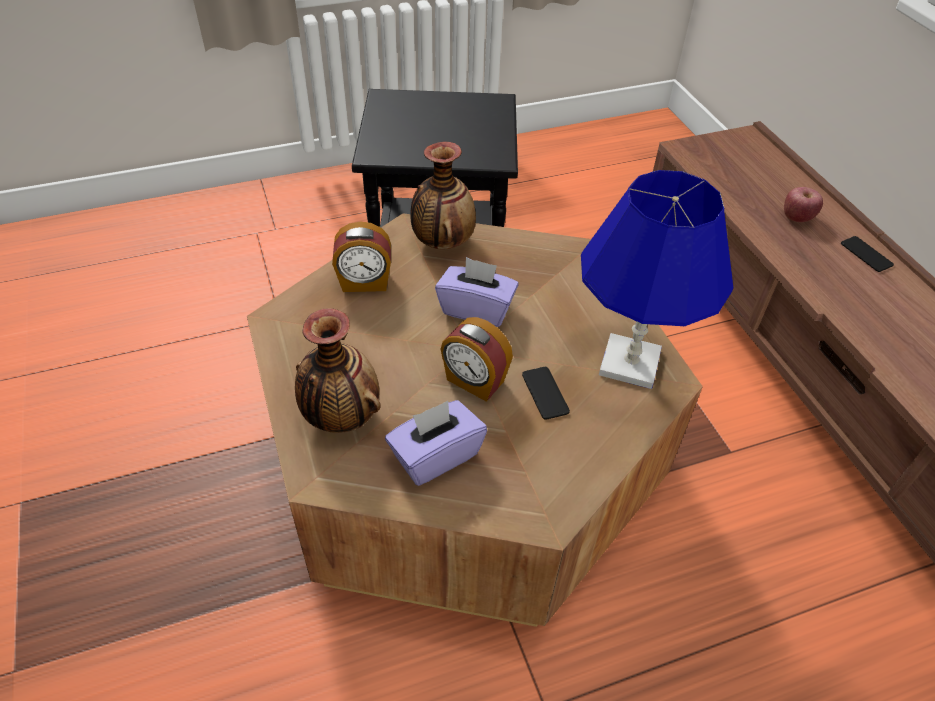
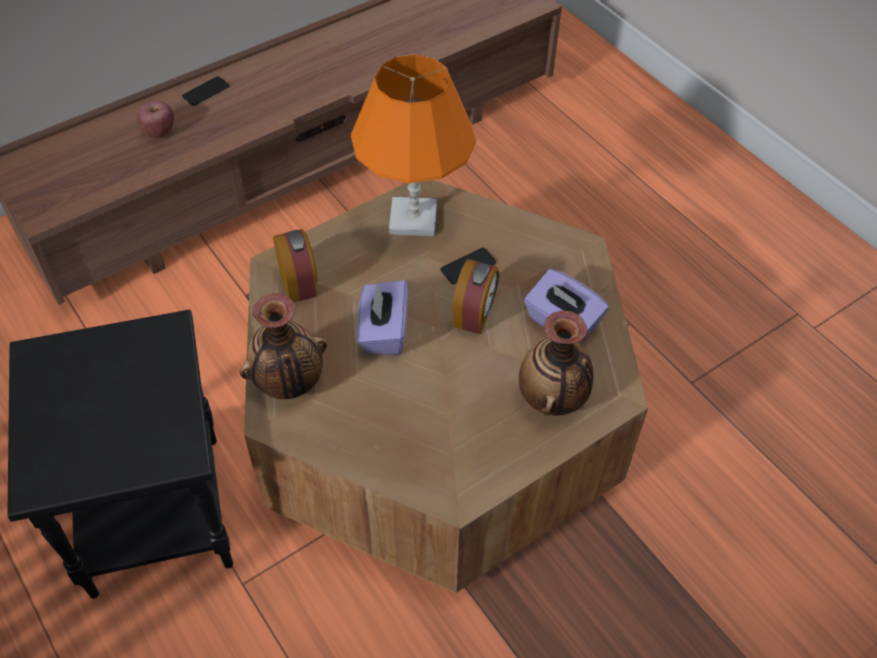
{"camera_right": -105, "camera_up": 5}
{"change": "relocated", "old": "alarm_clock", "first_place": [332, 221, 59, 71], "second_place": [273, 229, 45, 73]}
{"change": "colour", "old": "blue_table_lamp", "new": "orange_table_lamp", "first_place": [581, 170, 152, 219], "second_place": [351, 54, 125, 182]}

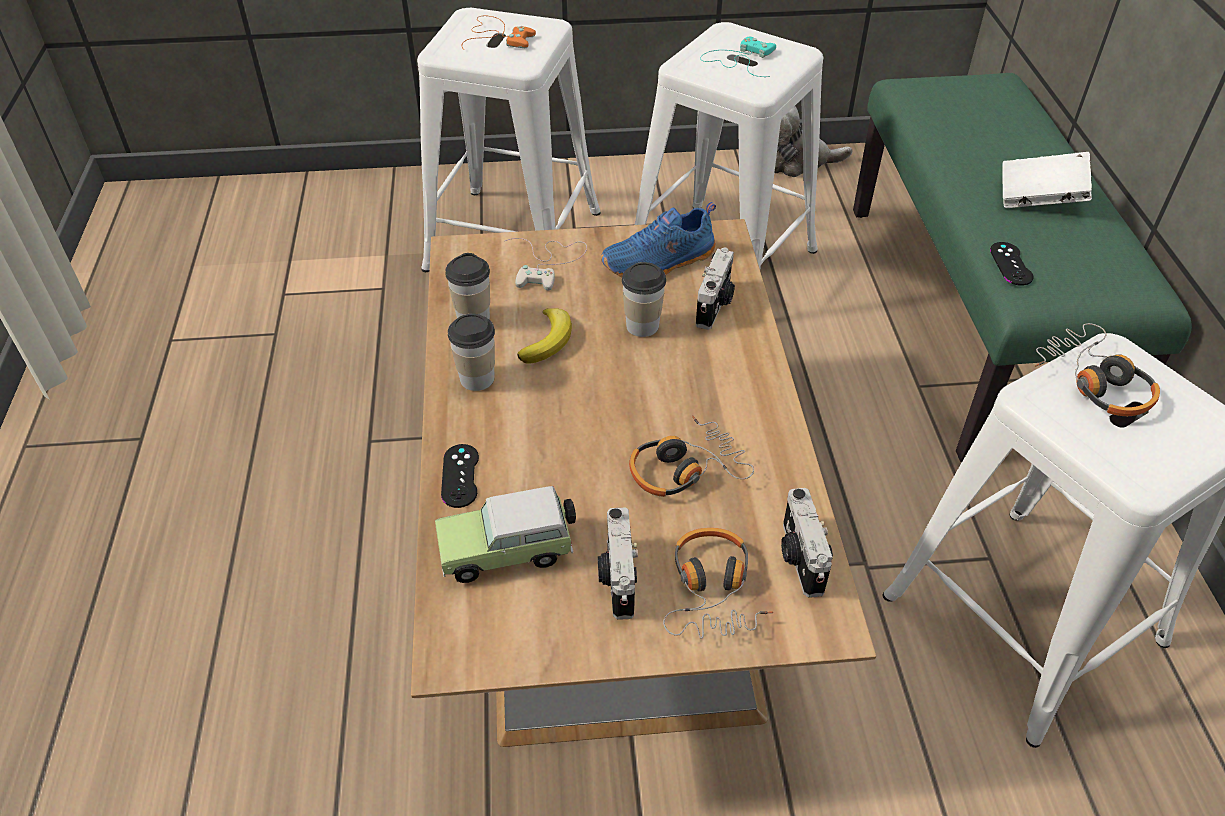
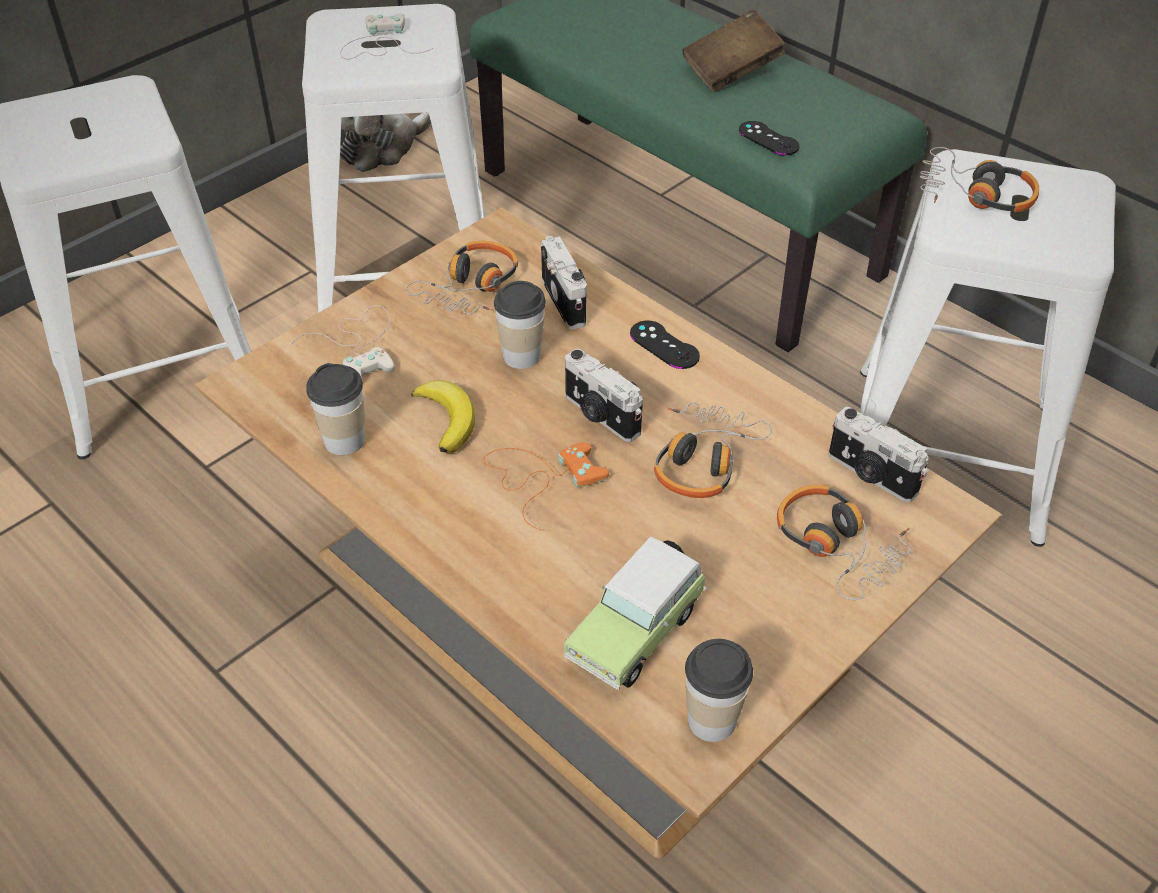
{"camera_right": -40, "camera_up": 0}
{"change": "relocated", "old": "black_game_controller", "first_place": [441, 444, 38, 64], "second_place": [630, 320, 70, 49]}
{"change": "relocated", "old": "cup", "first_place": [448, 314, 47, 77], "second_place": [685, 639, 68, 103]}
{"change": "relocated", "old": "orange_game_controller", "first_place": [462, 16, 74, 34], "second_place": [483, 443, 126, 88]}
{"change": "relocated", "old": "photo_camera", "first_place": [598, 508, 40, 112], "second_place": [565, 349, 78, 93]}
{"change": "exchanged", "old": "blue_shoe", "new": "headphones", "first_place": [601, 202, 115, 76], "second_place": [406, 241, 112, 74]}
{"change": "colour", "old": "turquoise_game_controller", "new": "white_game_controller", "first_place": [700, 37, 76, 40], "second_place": [340, 14, 93, 45]}
{"change": "colour", "old": "white_book", "new": "brown_book", "first_place": [1003, 152, 89, 56], "second_place": [682, 9, 103, 83]}

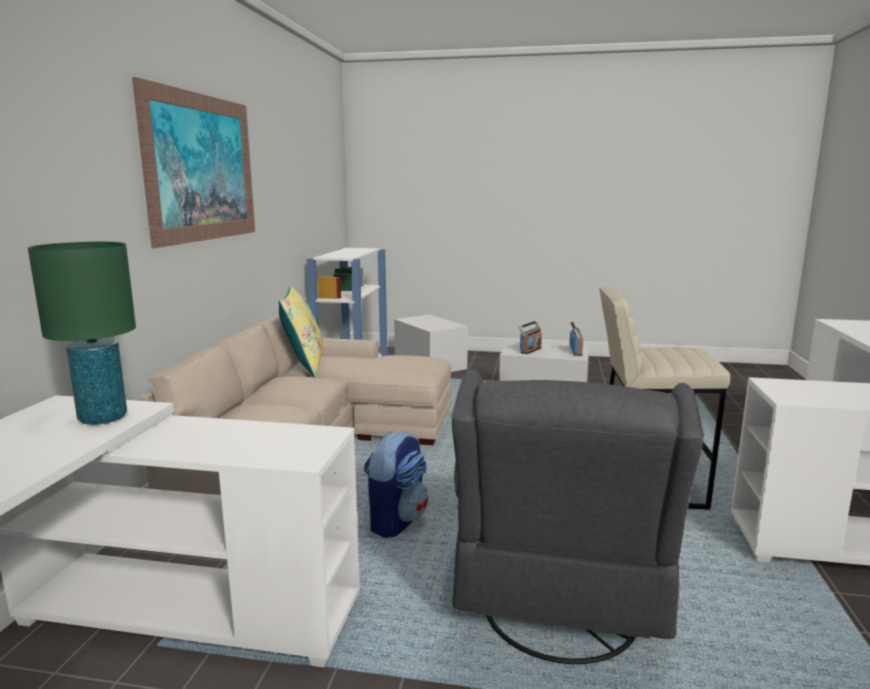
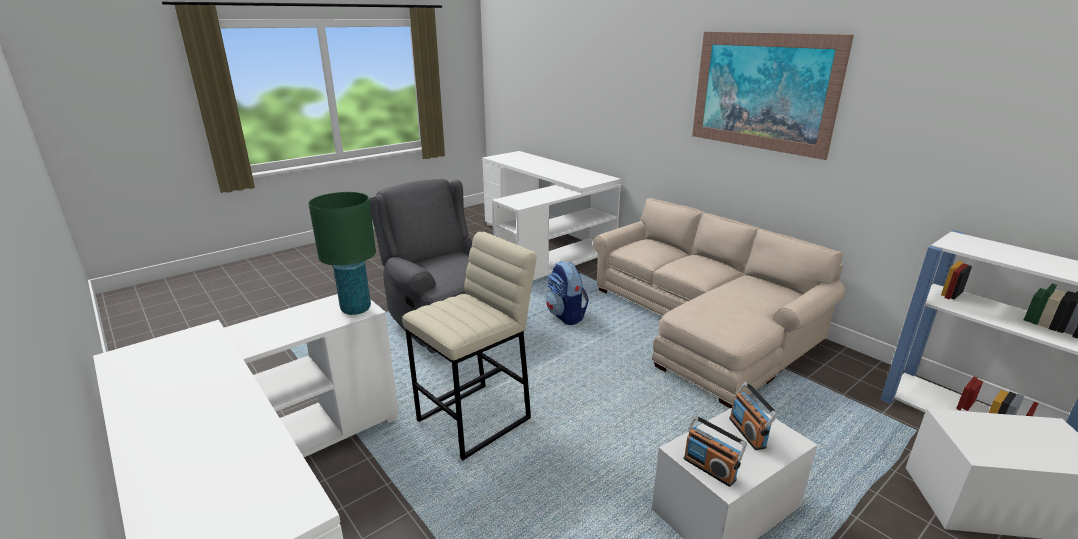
{"camera_right": 130, "camera_up": 10}
{"change": "missing", "old": "yellow_pillow", "first_place": [279, 286, 44, 91]}
{"change": "relocated", "old": "green_table_lamp", "first_place": [28, 242, 108, 183], "second_place": [308, 192, 68, 123]}

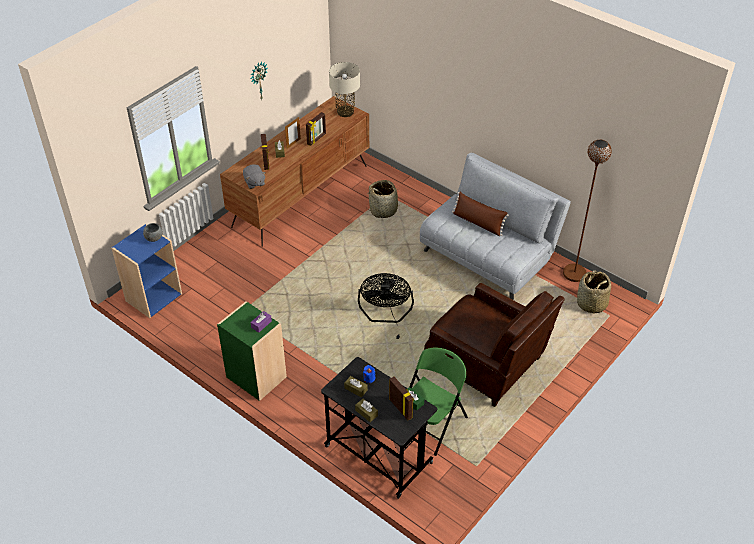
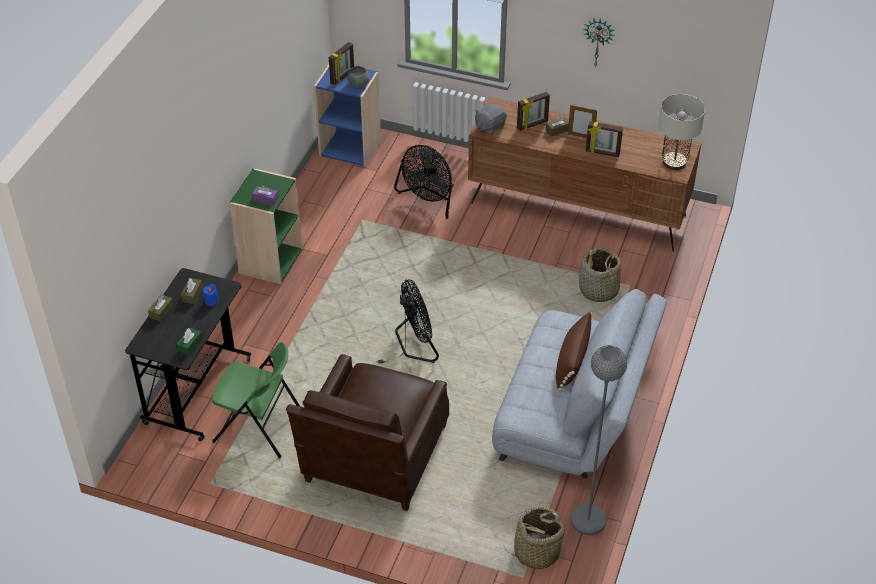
{"camera_right": 70, "camera_up": 0}
{"change": "appeared", "new": "black_fan", "second_place": [394, 145, 60, 74]}
{"change": "relocated", "old": "picture_frame", "first_place": [389, 377, 25, 43], "second_place": [329, 42, 25, 43]}
{"change": "colour", "old": "brown_floor_lamp", "new": "grey_floor_lamp", "first_place": [563, 139, 49, 143], "second_place": [571, 345, 56, 190]}

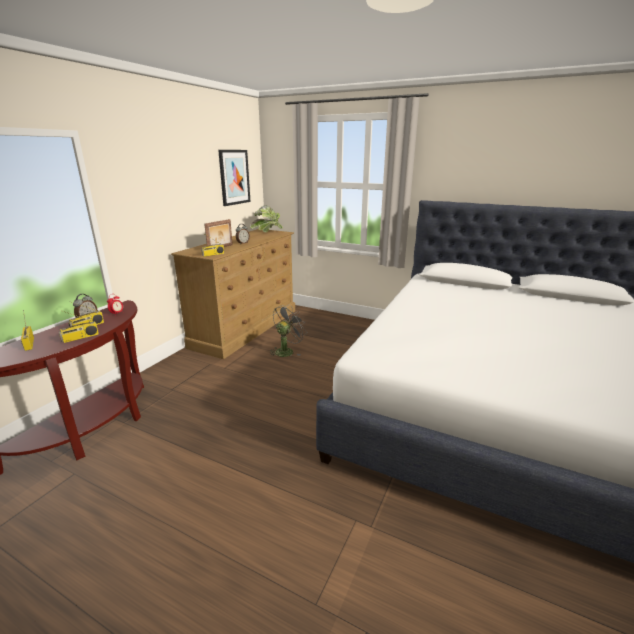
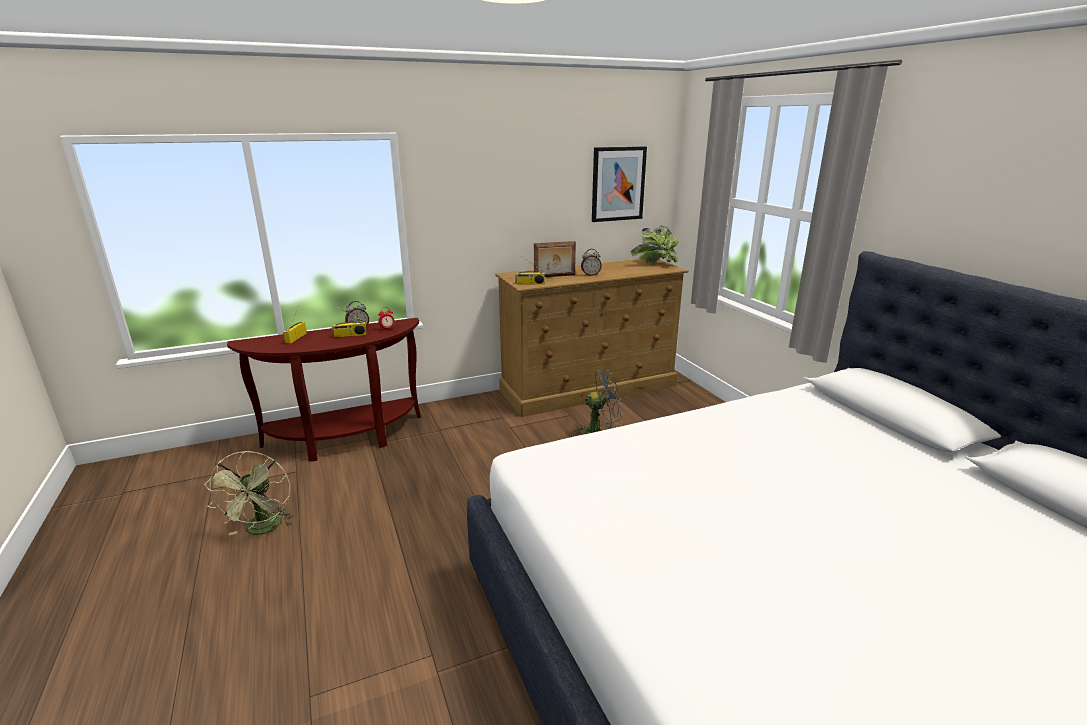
{"camera_right": 40, "camera_up": 0}
{"change": "missing", "old": "radio", "first_place": [59, 311, 40, 32]}
{"change": "appeared", "new": "green_fan", "second_place": [204, 451, 90, 84]}

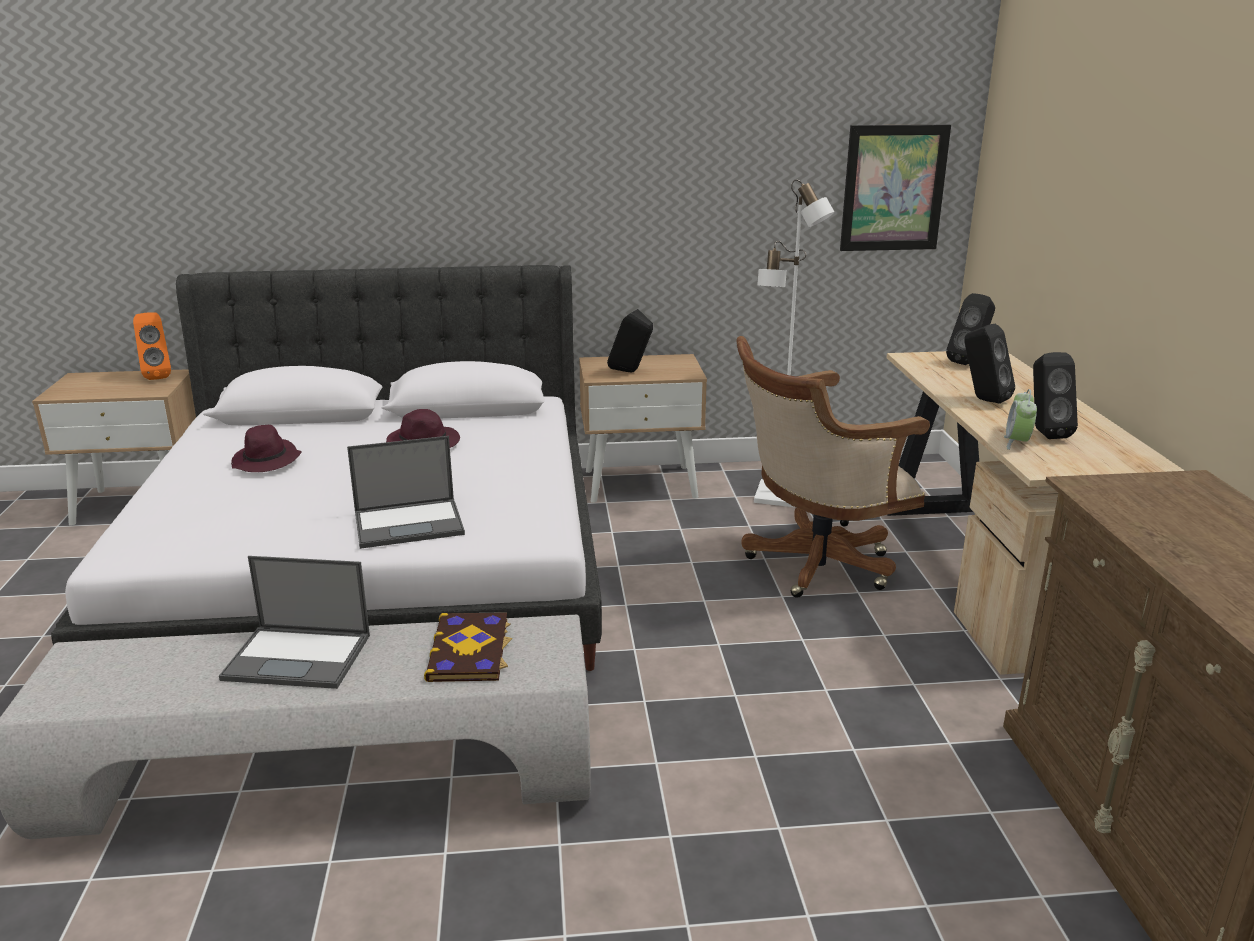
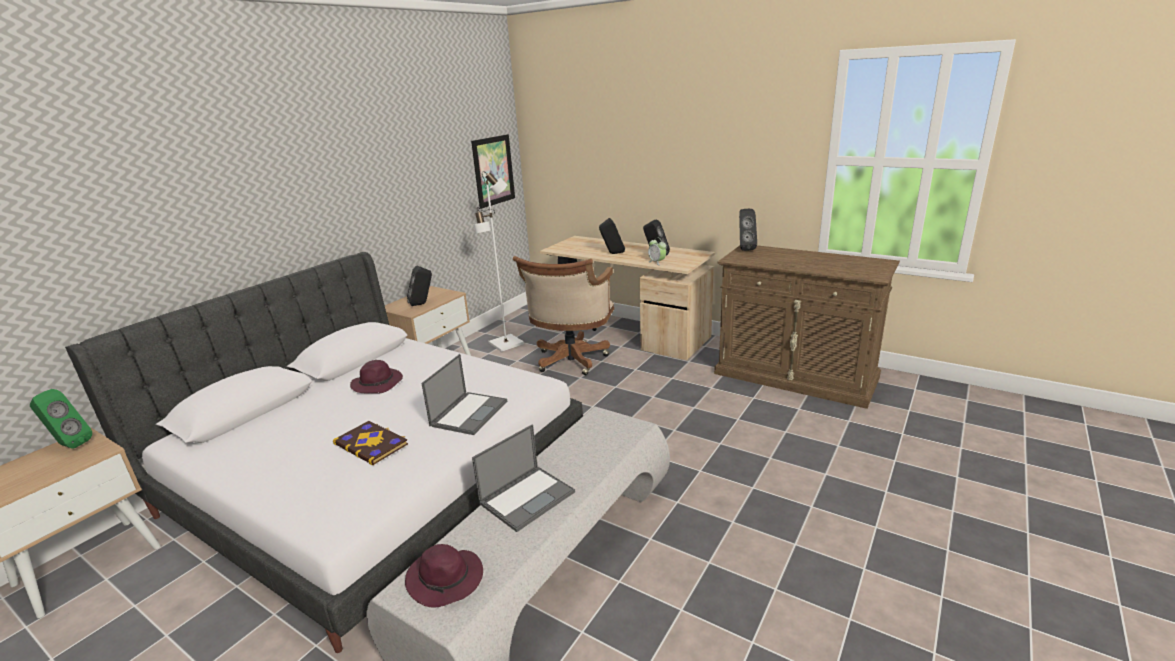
{"camera_right": -50, "camera_up": 0}
{"change": "relocated", "old": "purple_hat", "first_place": [231, 425, 71, 47], "second_place": [405, 544, 78, 63]}
{"change": "relocated", "old": "book", "first_place": [424, 612, 88, 70], "second_place": [333, 421, 75, 44]}
{"change": "relocated", "old": "black_speaker", "first_place": [946, 293, 49, 72], "second_place": [739, 209, 18, 42]}
{"change": "colour", "old": "orange_speaker", "new": "green_speaker", "first_place": [133, 312, 38, 68], "second_place": [30, 389, 62, 60]}

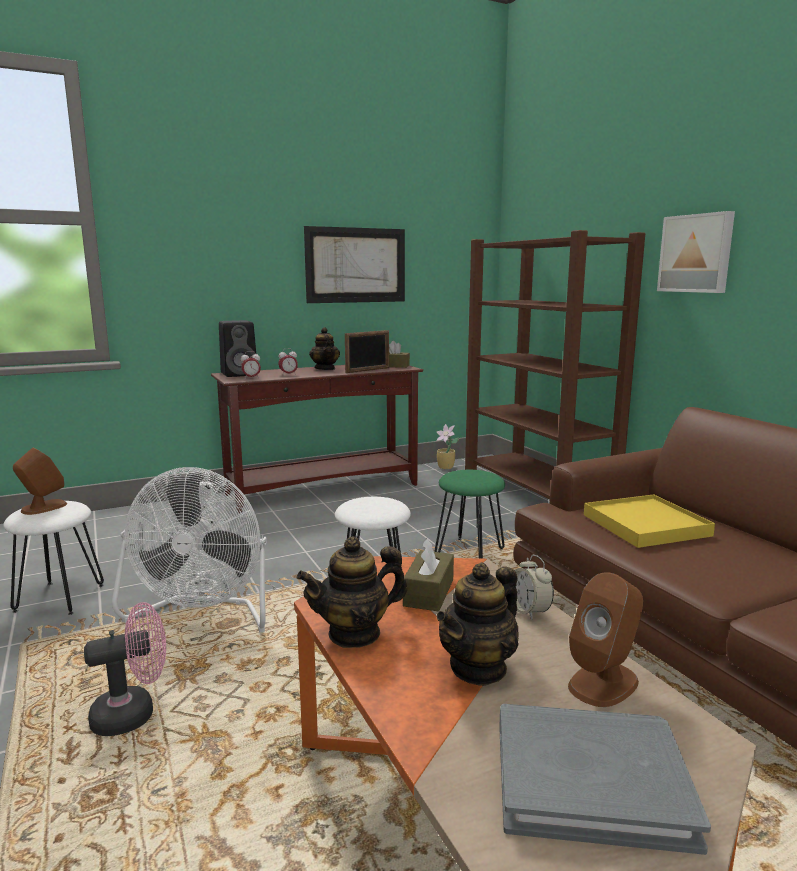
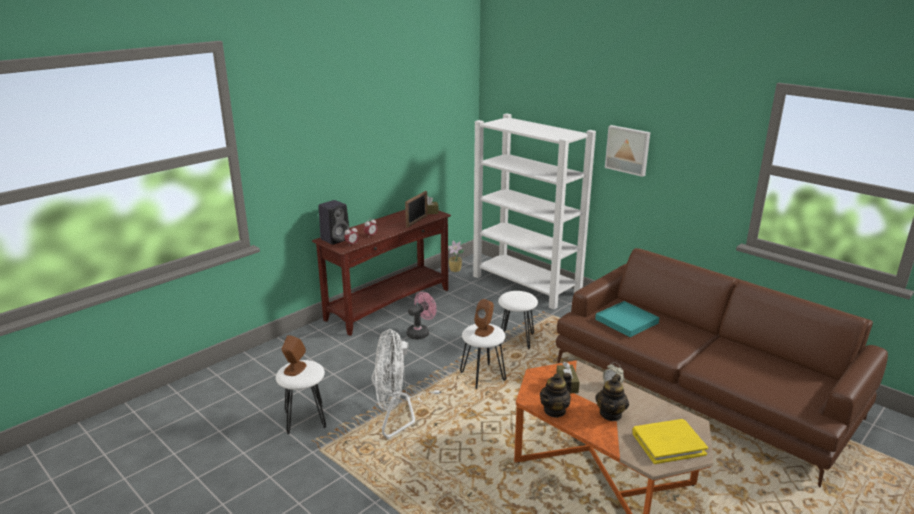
{"camera_right": -20, "camera_up": 10}
{"change": "missing", "old": "picture", "first_place": [304, 226, 101, 77]}
{"change": "missing", "old": "teapot", "first_place": [309, 327, 31, 43]}
{"change": "relocated", "old": "pink_fan", "first_place": [84, 602, 82, 134], "second_place": [406, 292, 31, 48]}
{"change": "relocated", "old": "brown_speaker", "first_place": [568, 572, 75, 135], "second_place": [474, 299, 20, 38]}
{"change": "colour", "old": "green_stool", "new": "white_stool", "first_place": [434, 470, 71, 89], "second_place": [498, 291, 40, 58]}
{"change": "colour", "old": "brown_bookcase", "new": "white_bookcase", "first_place": [465, 230, 180, 269], "second_place": [473, 114, 123, 196]}
{"change": "colour", "old": "grey_book", "new": "yellow_book", "first_place": [499, 704, 212, 151], "second_place": [632, 419, 76, 45]}
{"change": "colour", "old": "yellow_tray", "new": "turquoise_tray", "first_place": [584, 494, 131, 54], "second_place": [595, 301, 65, 36]}
{"change": "spun", "old": "white_fan", "first_place": [112, 467, 155, 165], "second_place": [372, 329, 69, 110], "degrees": 90}

